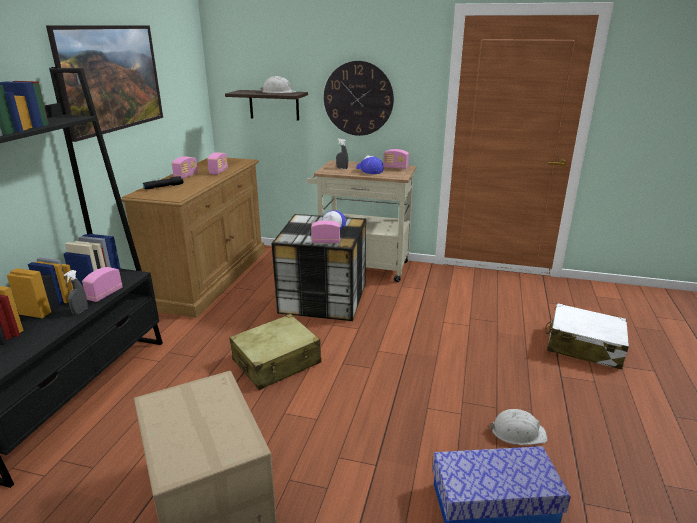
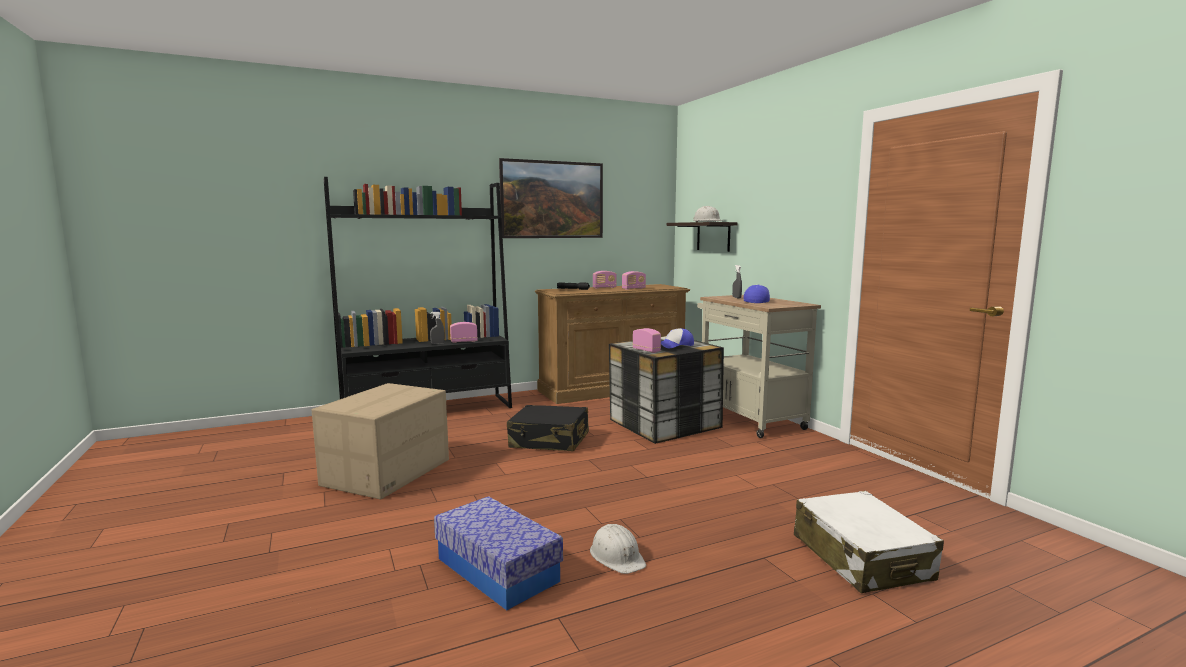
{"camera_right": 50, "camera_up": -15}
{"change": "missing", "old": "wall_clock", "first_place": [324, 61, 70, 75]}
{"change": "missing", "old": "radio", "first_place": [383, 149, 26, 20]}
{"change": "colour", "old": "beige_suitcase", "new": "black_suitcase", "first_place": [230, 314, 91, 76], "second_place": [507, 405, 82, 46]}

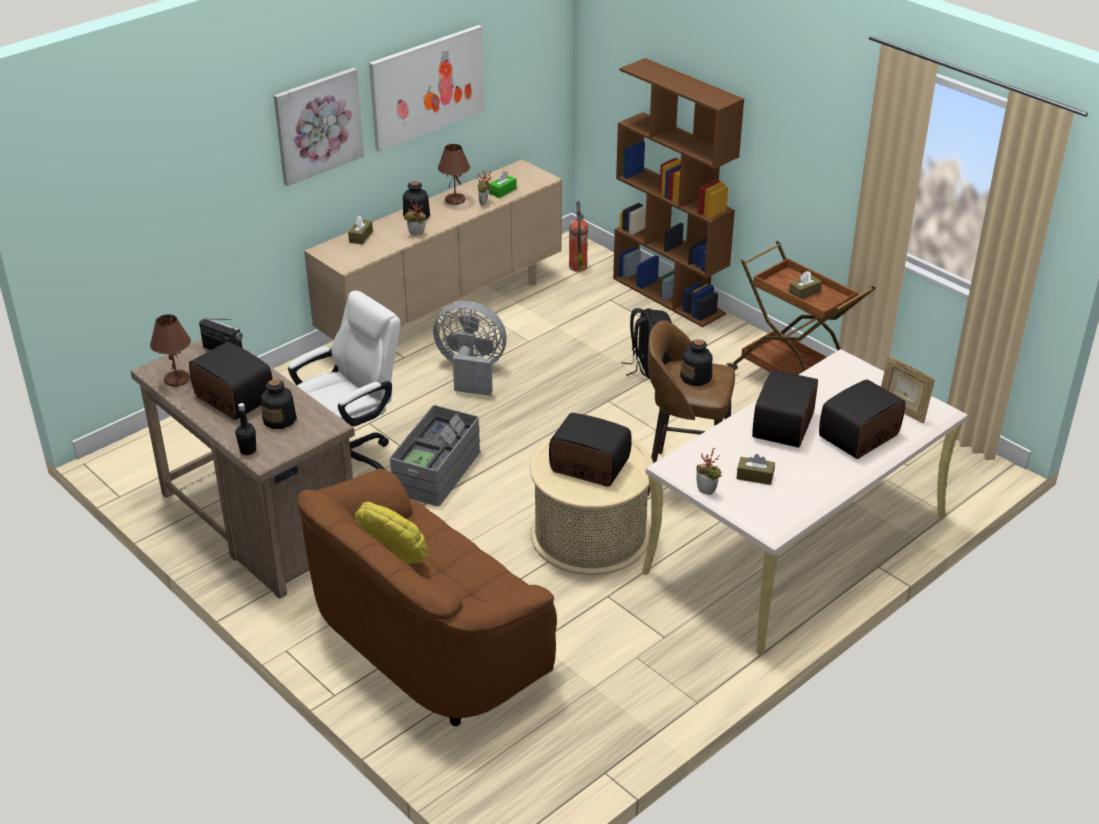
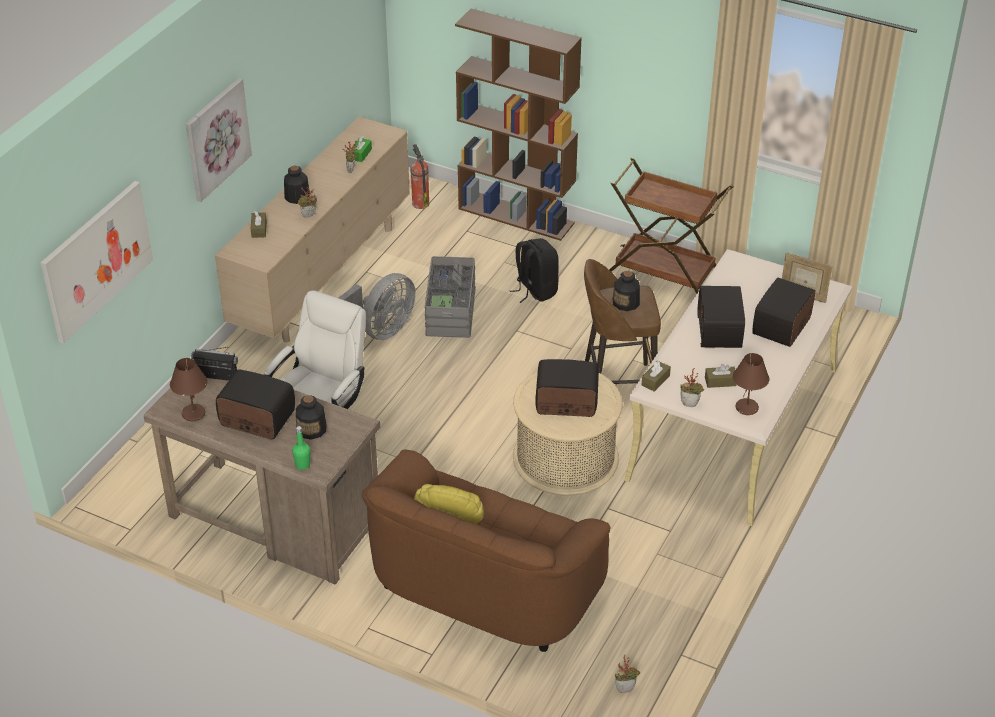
{"camera_right": -20, "camera_up": 5}
{"change": "appeared", "new": "potted_plant", "second_place": [615, 654, 25, 39]}
{"change": "relocated", "old": "picture", "first_place": [369, 25, 116, 127], "second_place": [40, 181, 113, 163]}
{"change": "relocated", "old": "grey_storage_box", "first_place": [389, 405, 92, 101], "second_place": [424, 256, 52, 82]}
{"change": "relocated", "old": "brown_table_lamp", "first_place": [438, 144, 32, 61], "second_place": [733, 353, 36, 62]}
{"change": "relocated", "old": "brown_tissue_box", "first_place": [789, 271, 33, 28], "second_place": [642, 360, 29, 32]}
{"change": "colour", "old": "black_bottle", "new": "green_bottle", "first_place": [235, 403, 21, 52], "second_place": [292, 426, 18, 44]}
{"change": "spun", "old": "grey_fan", "first_place": [433, 301, 74, 95], "second_place": [338, 273, 78, 67], "degrees": 135}

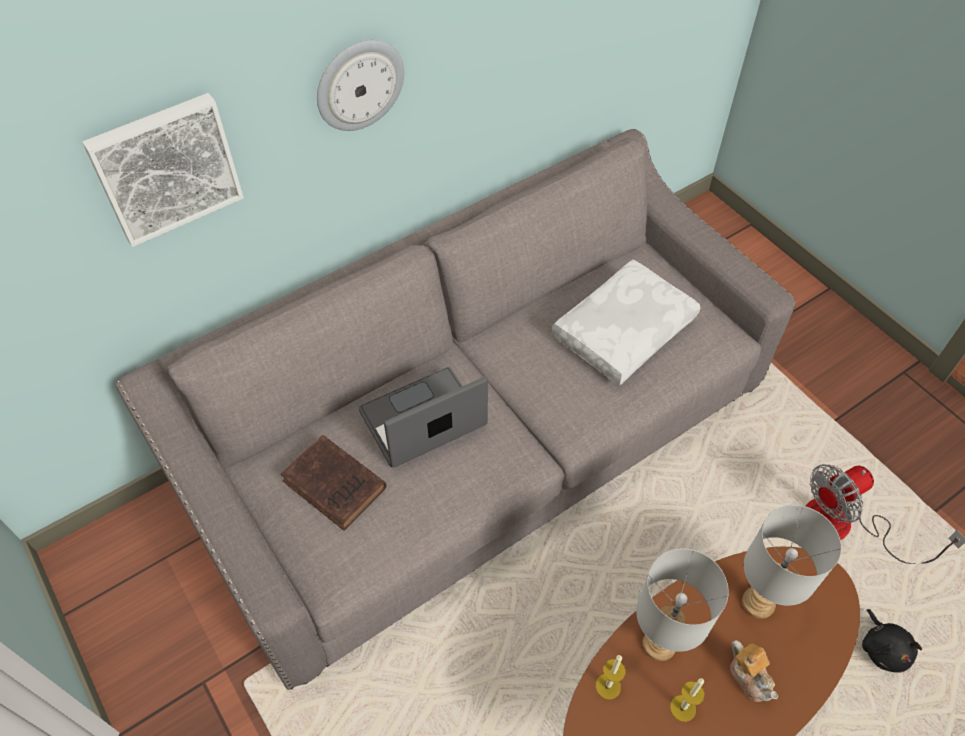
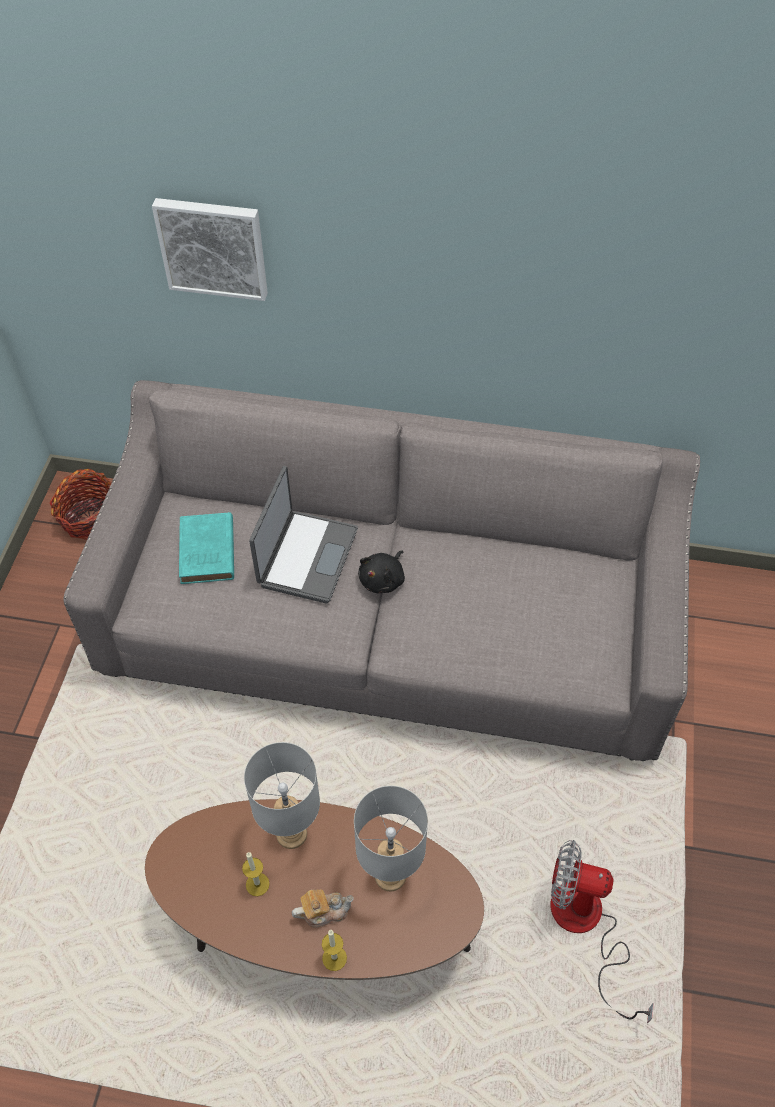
{"camera_right": 45, "camera_up": 0}
{"change": "missing", "old": "wall_clock", "first_place": [317, 40, 87, 91]}
{"change": "missing", "old": "white_pillow", "first_place": [552, 260, 148, 126]}
{"change": "appeared", "new": "basket", "second_place": [49, 469, 63, 71]}
{"change": "relocated", "old": "candle", "first_place": [596, 655, 30, 45], "second_place": [322, 930, 25, 41]}
{"change": "relocated", "old": "black_plush_toy", "first_place": [862, 609, 60, 64], "second_place": [358, 550, 47, 43]}
{"change": "colour", "old": "brown_book", "new": "turquoise_book", "first_place": [280, 435, 107, 96], "second_place": [179, 512, 55, 72]}
{"change": "spun", "old": "laptop", "first_place": [359, 367, 129, 101], "second_place": [249, 466, 109, 137], "degrees": 90}
{"change": "spun", "old": "teapot", "first_place": [730, 640, 48, 62], "second_place": [292, 889, 62, 39], "degrees": -120}

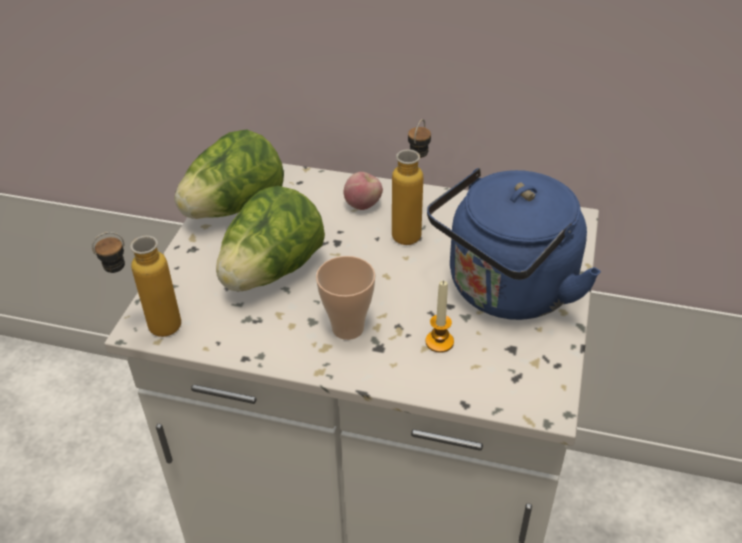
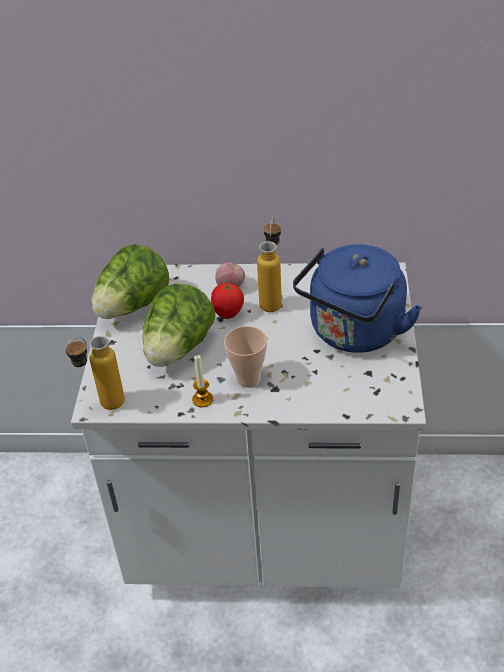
{"camera_right": -10, "camera_up": 0}
{"change": "appeared", "new": "tomato", "second_place": [211, 283, 33, 36]}
{"change": "relocated", "old": "candle", "first_place": [425, 280, 29, 73], "second_place": [192, 355, 21, 52]}

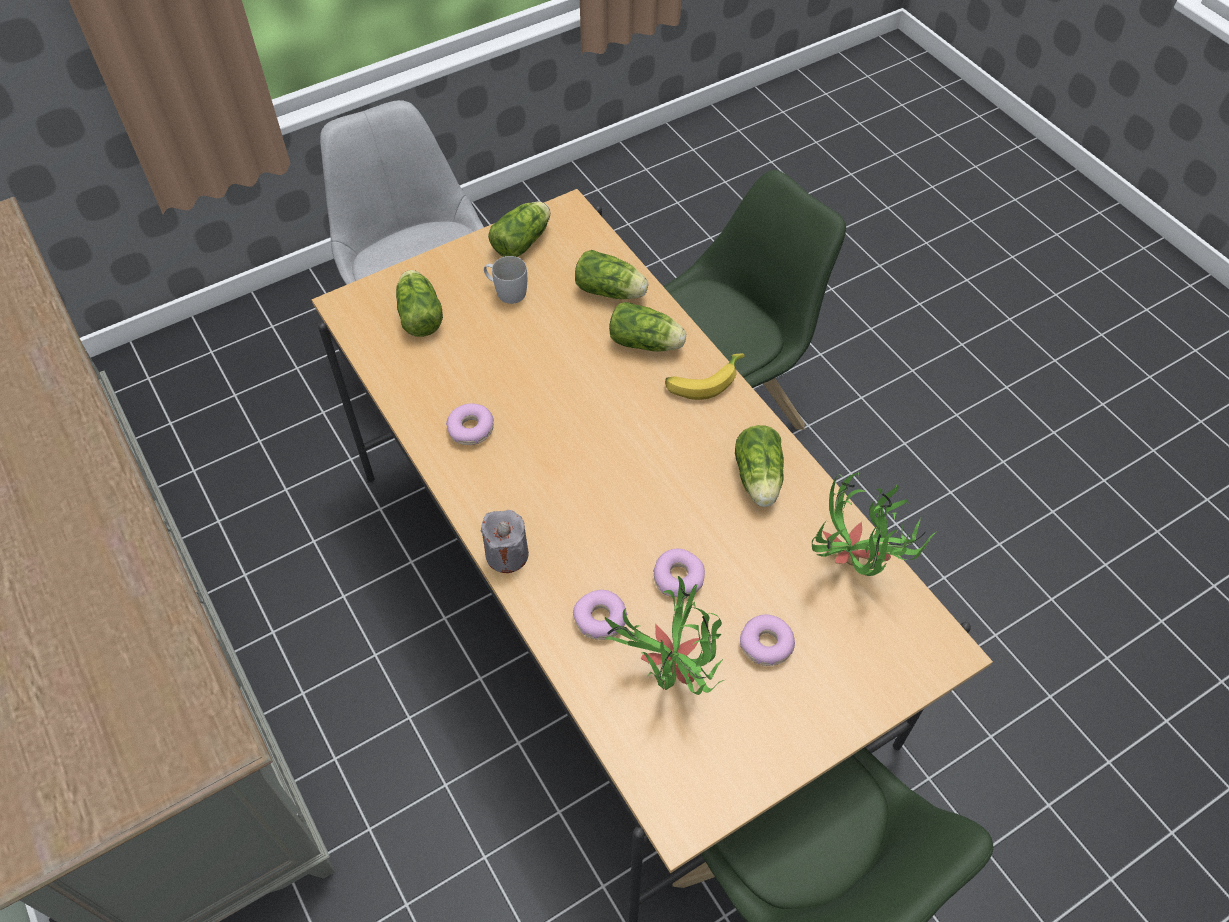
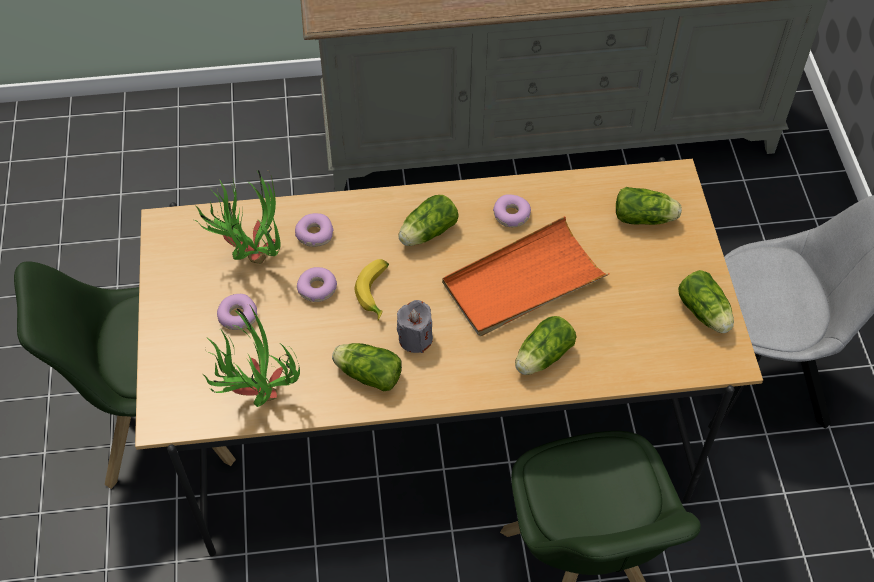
{"camera_right": 115, "camera_up": 0}
{"change": "missing", "old": "white_mug", "first_place": [484, 256, 43, 48]}
{"change": "appeared", "new": "orange_tray", "second_place": [442, 216, 168, 120]}
{"change": "relocated", "old": "grey_candle", "first_place": [480, 510, 49, 63], "second_place": [397, 300, 36, 53]}
{"change": "relocated", "old": "lettuce", "first_place": [575, 250, 73, 49], "second_place": [398, 195, 61, 51]}
{"change": "relocated", "old": "banana", "first_place": [665, 354, 80, 46], "second_place": [355, 259, 34, 62]}

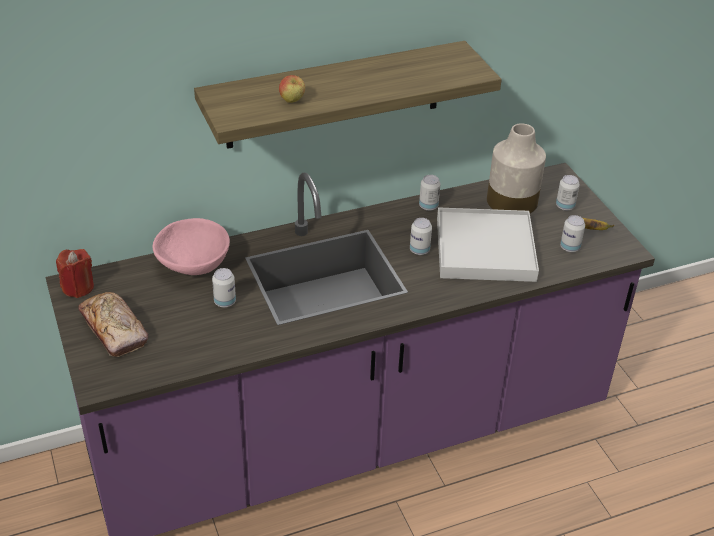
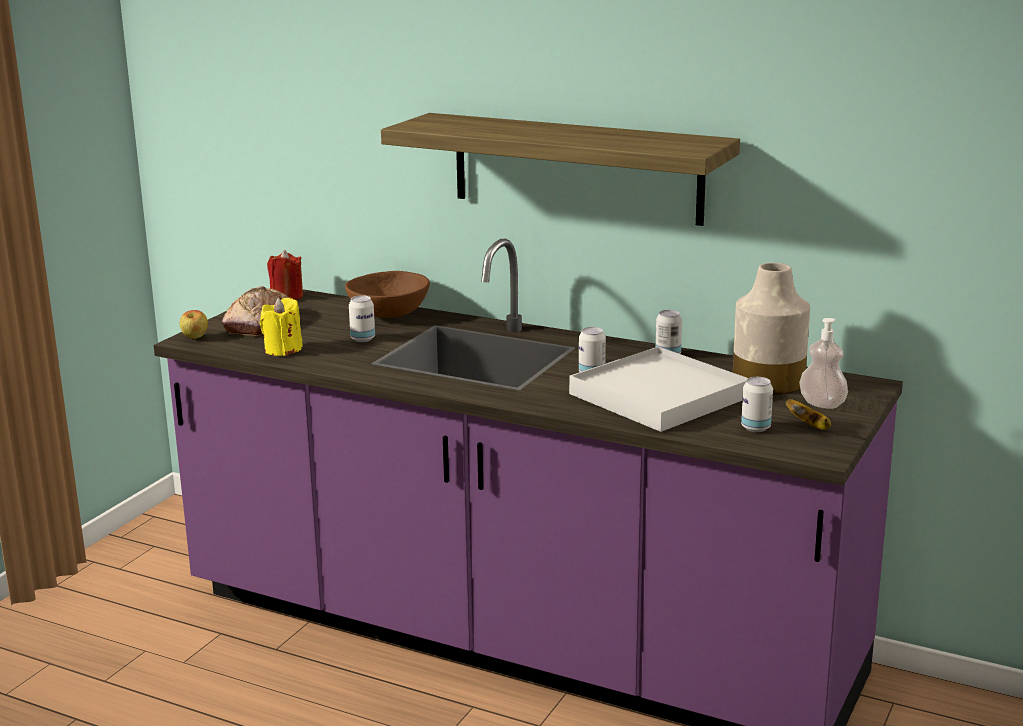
{"camera_right": 50, "camera_up": -20}
{"change": "appeared", "new": "yellow_candle", "second_place": [260, 298, 43, 58]}
{"change": "relocated", "old": "apple", "first_place": [279, 75, 26, 28], "second_place": [180, 310, 28, 29]}
{"change": "exchanged", "old": "can", "new": "soap_dispenser", "first_place": [556, 175, 24, 36], "second_place": [799, 318, 49, 91]}
{"change": "colour", "old": "pink_bowl", "new": "brown_bowl", "first_place": [152, 218, 78, 57], "second_place": [345, 271, 85, 47]}

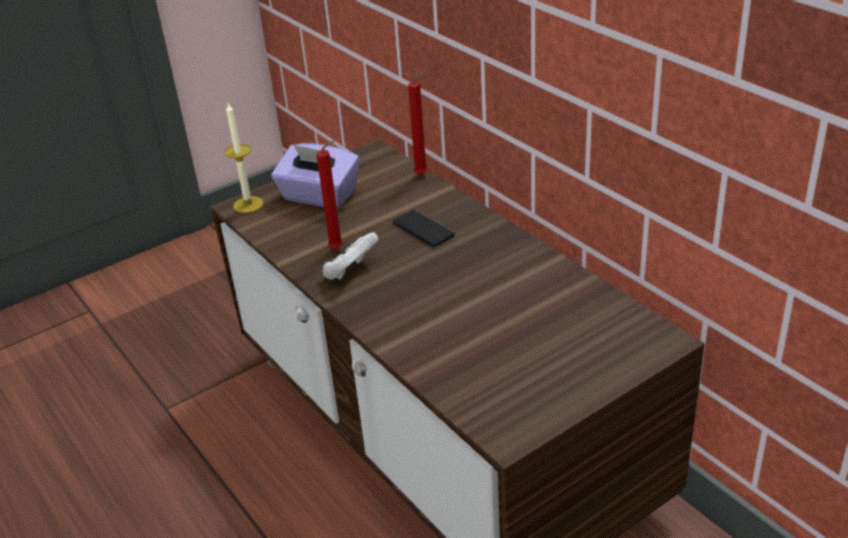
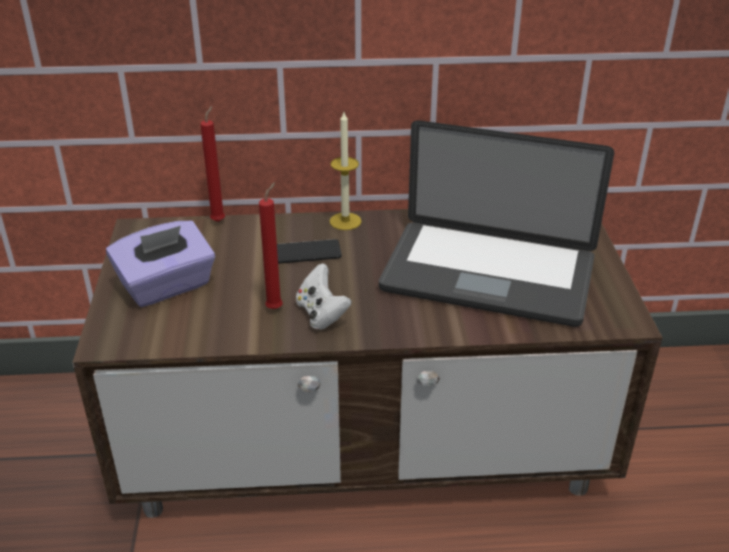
{"camera_right": -60, "camera_up": 0}
{"change": "appeared", "new": "laptop", "second_place": [379, 120, 235, 207]}
{"change": "relocated", "old": "candle", "first_place": [224, 103, 39, 110], "second_place": [330, 112, 32, 118]}

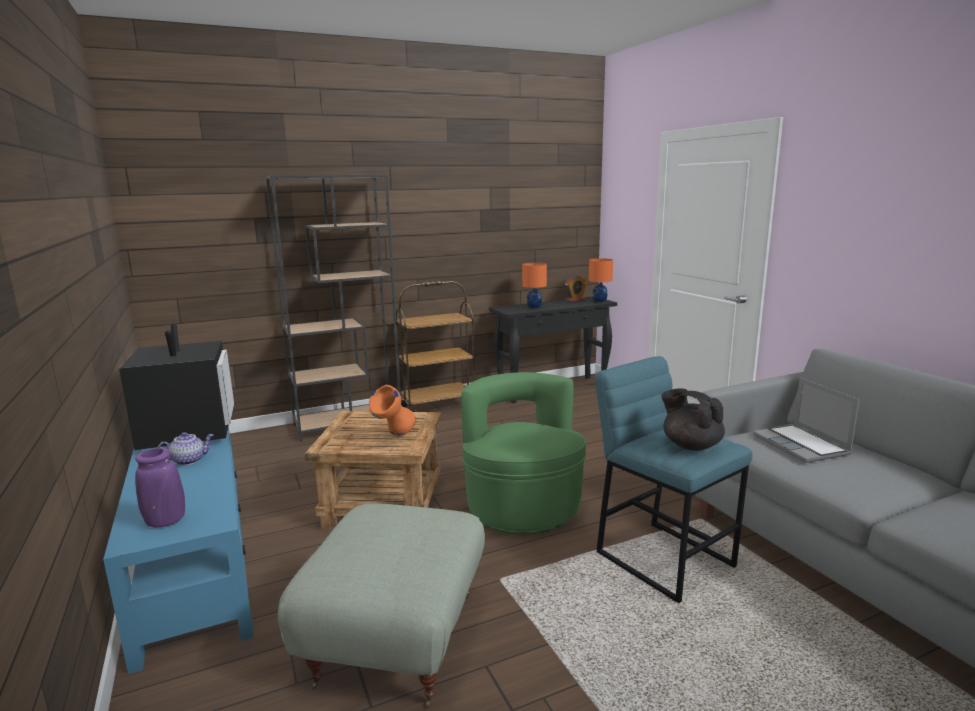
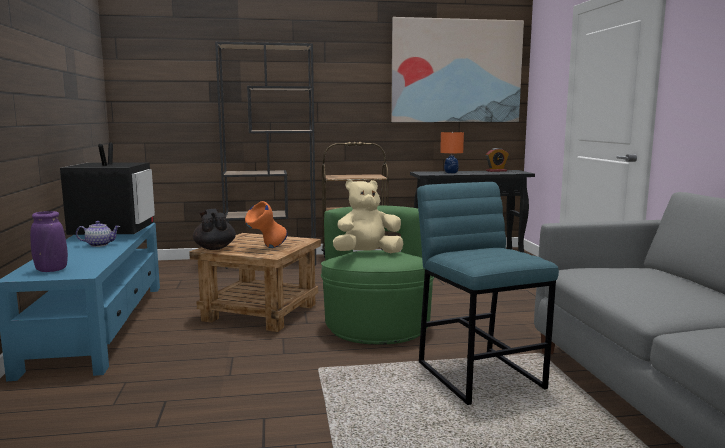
{"camera_right": 15, "camera_up": -5}
{"change": "missing", "old": "grey_ottoman", "first_place": [278, 503, 207, 205]}
{"change": "missing", "old": "orange_table_lamp", "first_place": [589, 258, 24, 44]}
{"change": "missing", "old": "laptop", "first_place": [753, 378, 106, 85]}
{"change": "appeared", "new": "beige_plush_toy", "second_place": [333, 179, 71, 74]}
{"change": "appeared", "new": "picture", "second_place": [391, 17, 133, 105]}
{"change": "relocated", "old": "black_teapot", "first_place": [661, 388, 64, 63], "second_place": [193, 209, 43, 41]}

